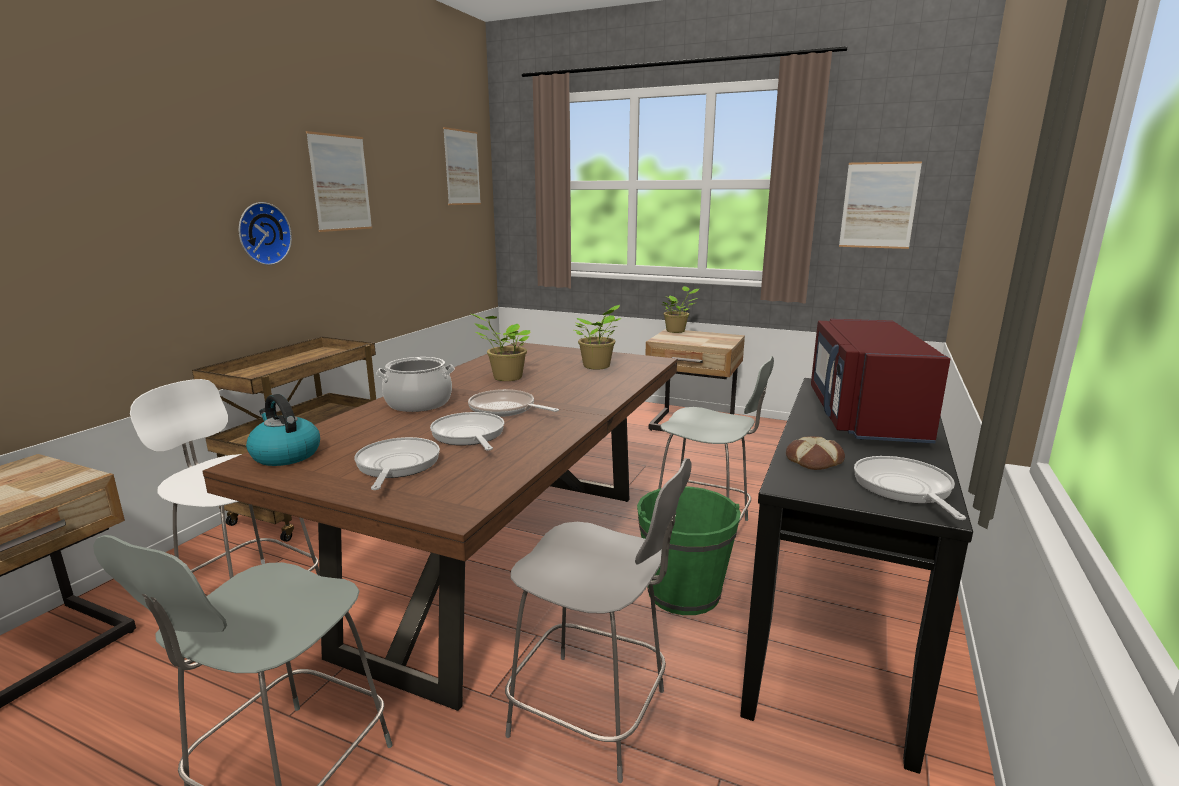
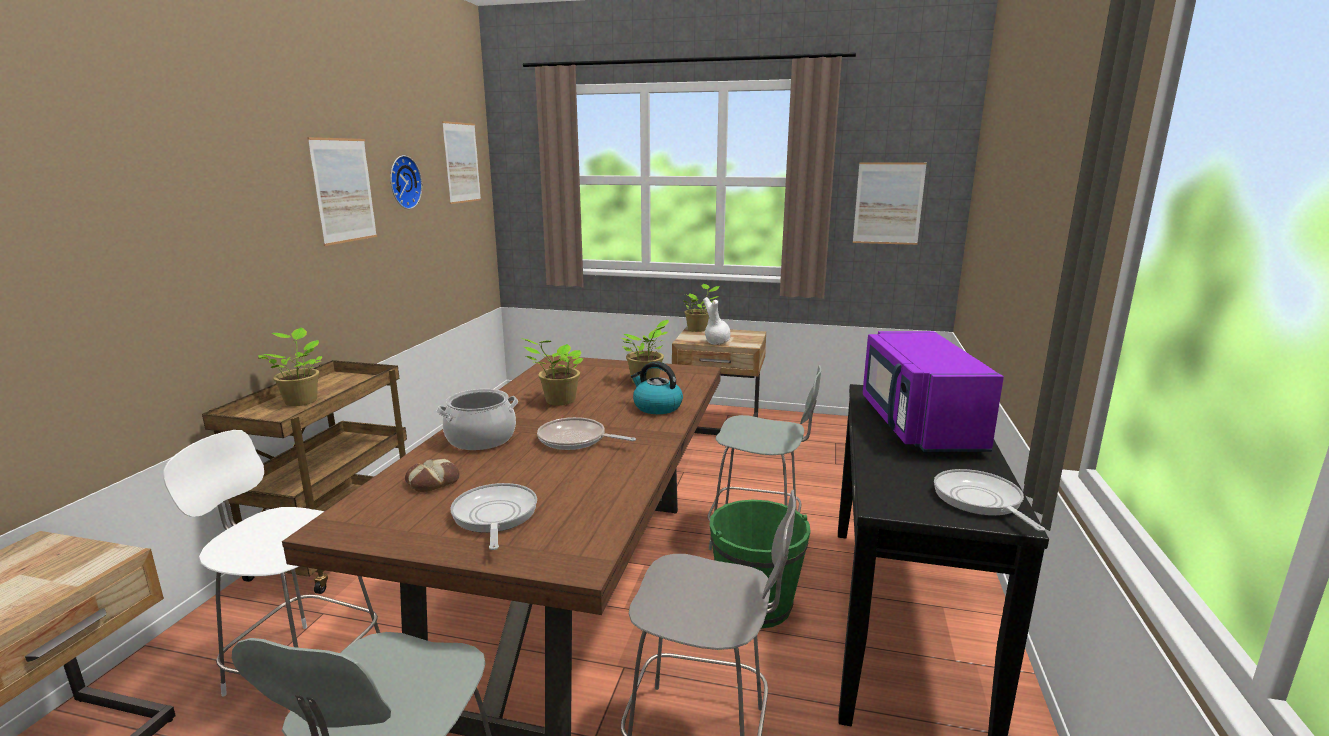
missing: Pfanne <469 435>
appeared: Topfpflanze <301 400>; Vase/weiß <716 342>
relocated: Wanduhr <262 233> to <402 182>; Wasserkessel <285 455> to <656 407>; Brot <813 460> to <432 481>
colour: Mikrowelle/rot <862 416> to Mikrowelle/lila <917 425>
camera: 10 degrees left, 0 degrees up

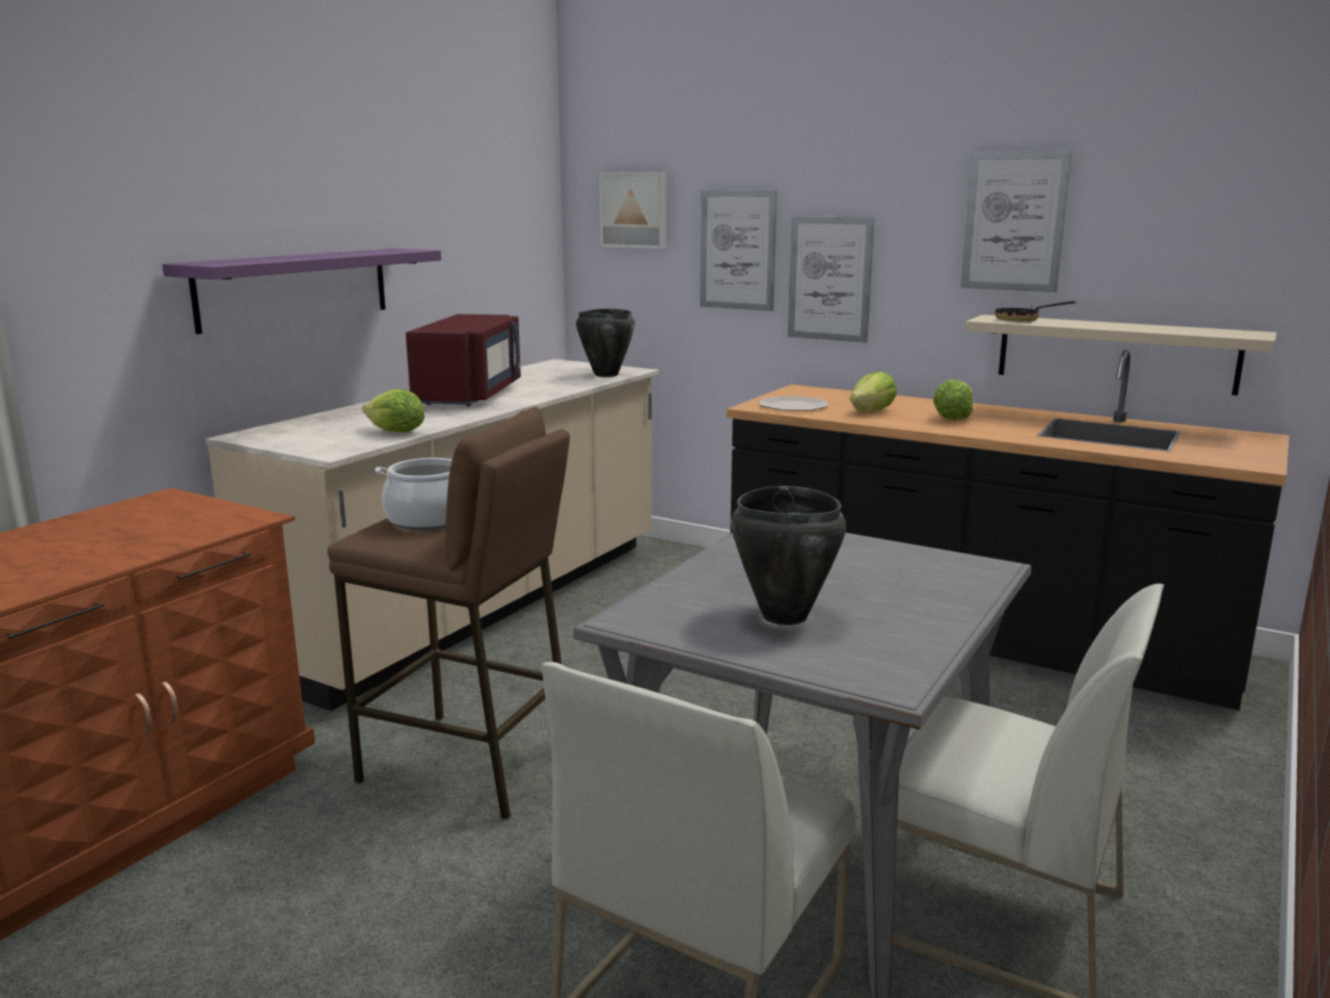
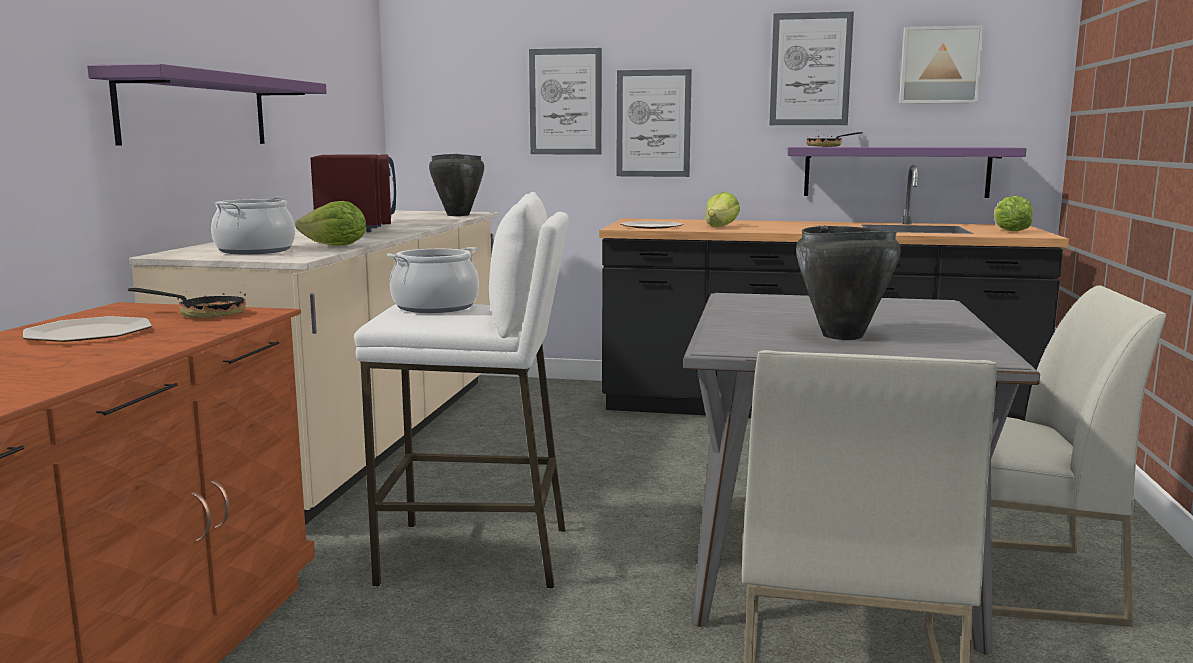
appeared: Teller <90 333>; Pfanne <203 314>; Kochtopf <255 250>
relocated: Bild <635 210> to <939 65>; Salatkopf <952 419> to <1009 231>
colour: Hocker/braun <468 765> to Hocker/weiß <476 556>; Wandregal/beige <1115 353> to Wandregal/lila <896 172>
camera: 20 degrees left, 5 degrees down

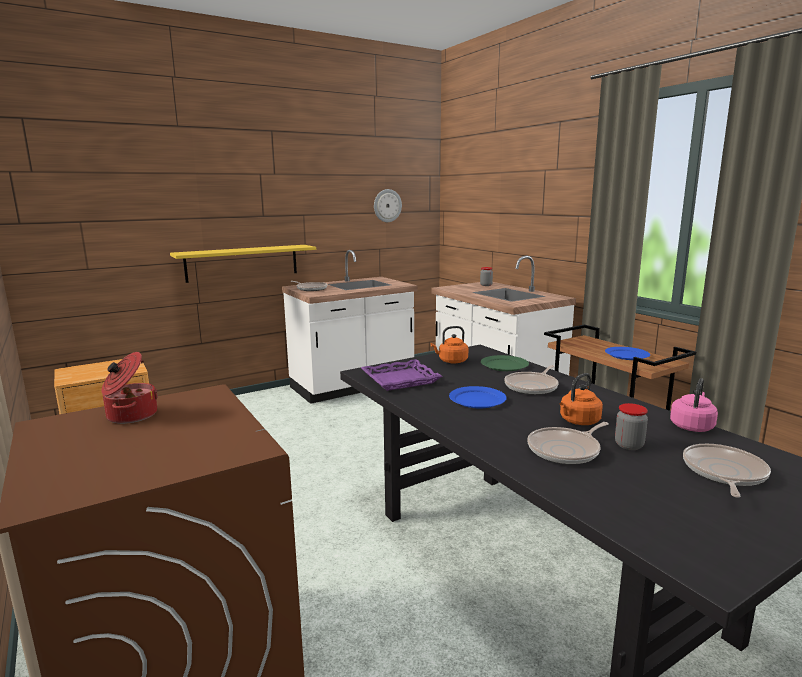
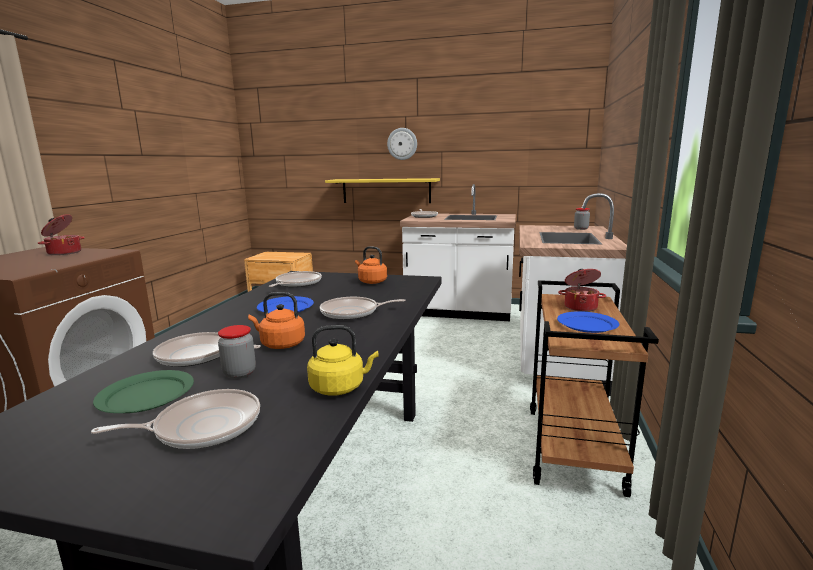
appeared: Kochtopf <580 307>
relocated: Wanduhr <387 205> to <402 144>; Teller/grün <504 365> to <147 395>
exchanged: Tablett/lila <400 380> to Pfanne <297 283>
colour: Wasserkessel/rosa <692 426> to Wasserkessel/gelb <340 387>
camera: 45 degrees right, 0 degrees up

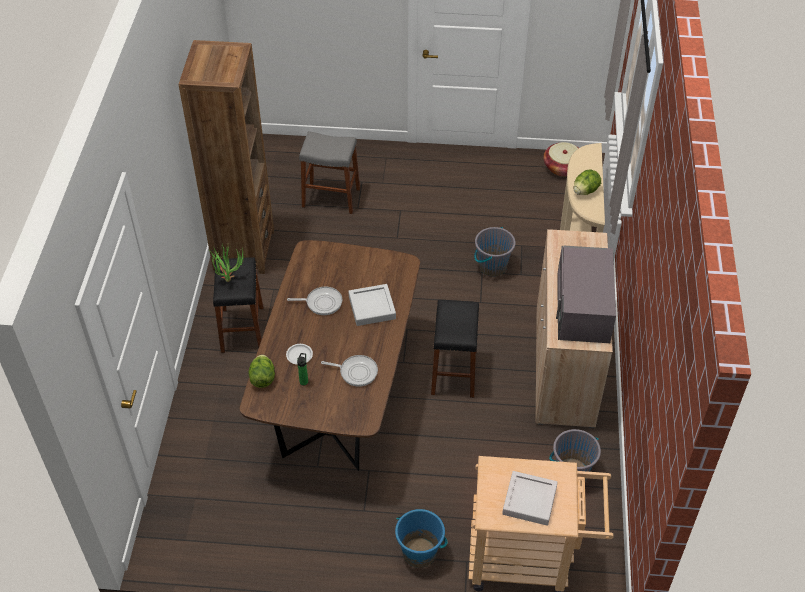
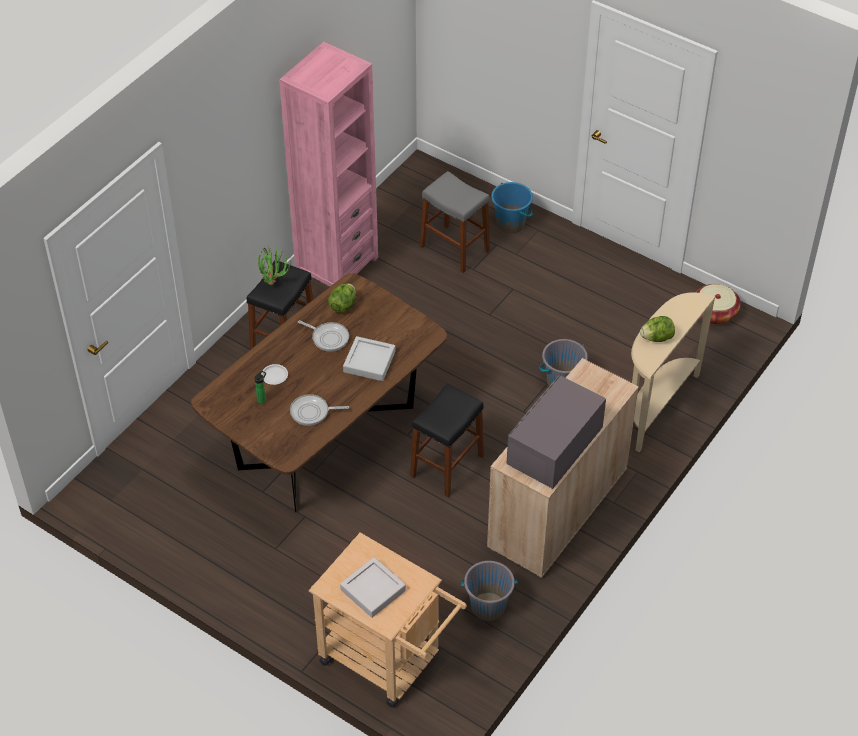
relocated: Salatkopf <262 378> to <343 306>; Eimer/blau <419 552> to <511 223>
colour: Bücherregal/braun <243 249> to Bücherregal/rosa <336 265>
spun: Pfanne <356 372> = <312 412> 135 degrees clockwise
camera: 30 degrees right, 0 degrees up

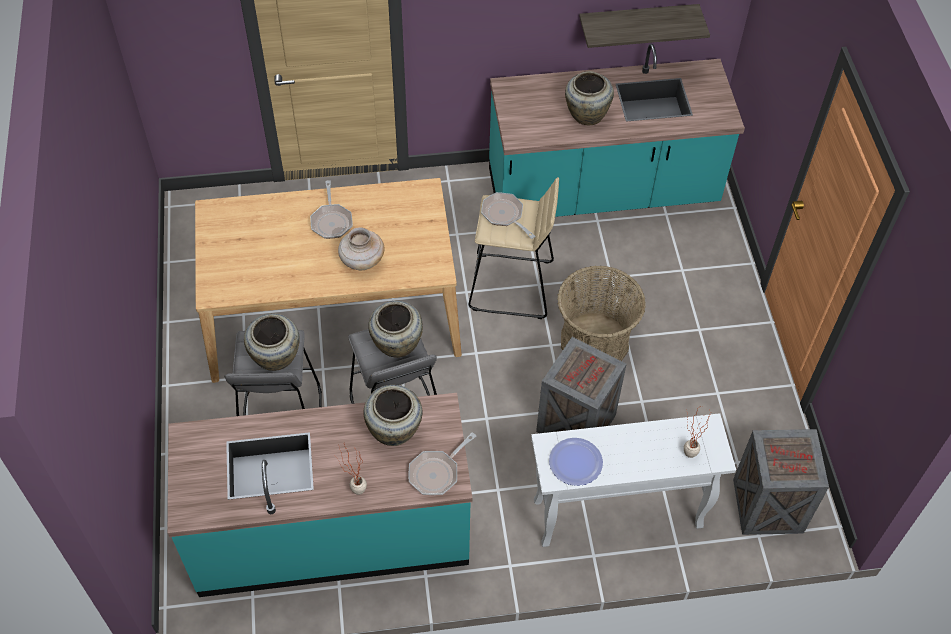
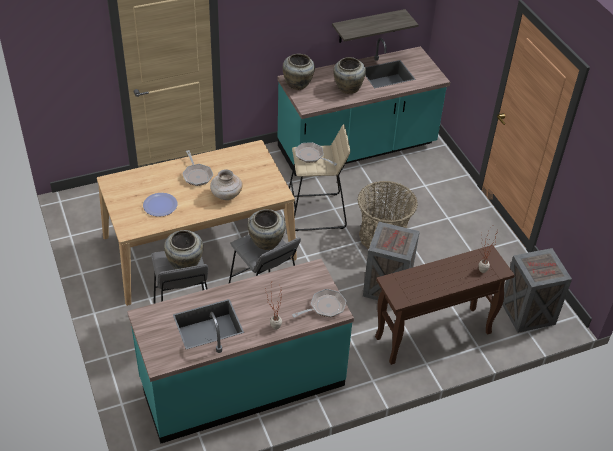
relocated: Vase/beige <394 432> to <298 85>; Teller <575 462> to <160 205>
colour: Konsolentisch/weiß <616 514> to Konsolentisch/braun <432 336>
spun: Pfanne <437 472> = <325 307> 150 degrees counterclockwise
camera: 15 degrees left, 10 degrees down

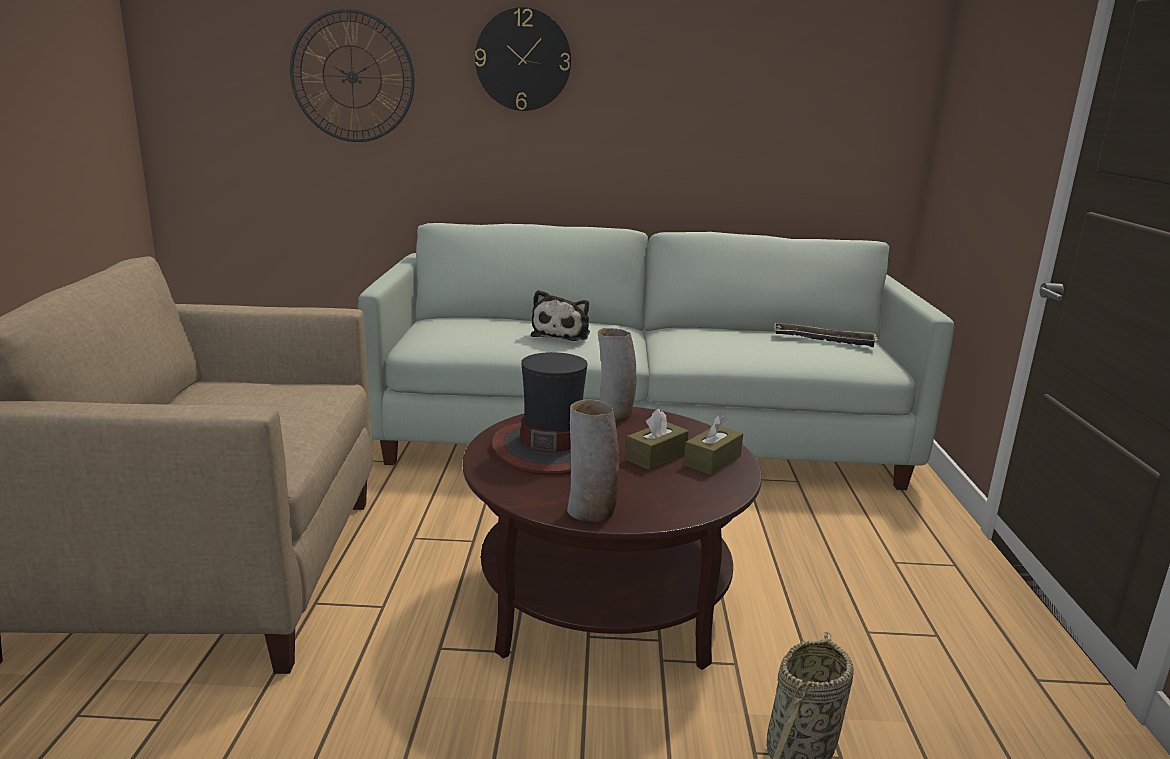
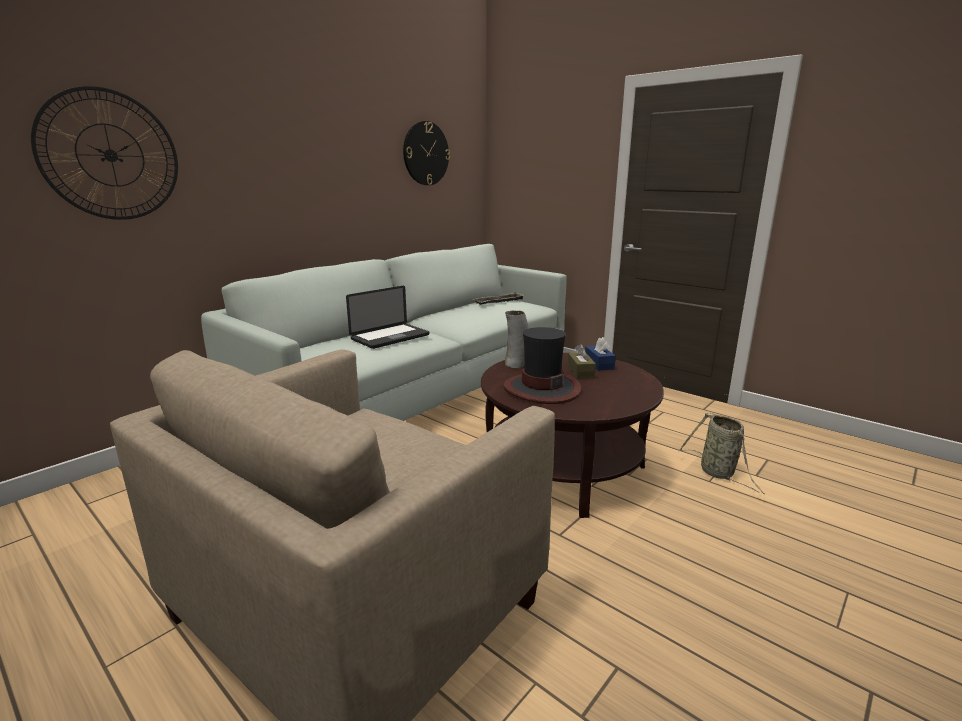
missing: Vase <591 512>
relocated: Wanduhr <523 60> to <426 153>
exchanged: Plüschtier <562 334> to Laptop <390 337>
colour: Taschentuchbox/braun <712 461> to Taschentuchbox/blau <599 364>
camera: 50 degrees left, 0 degrees up

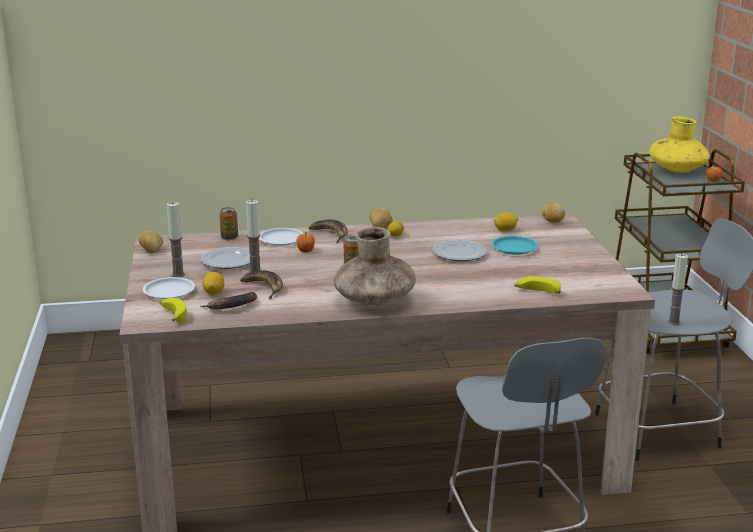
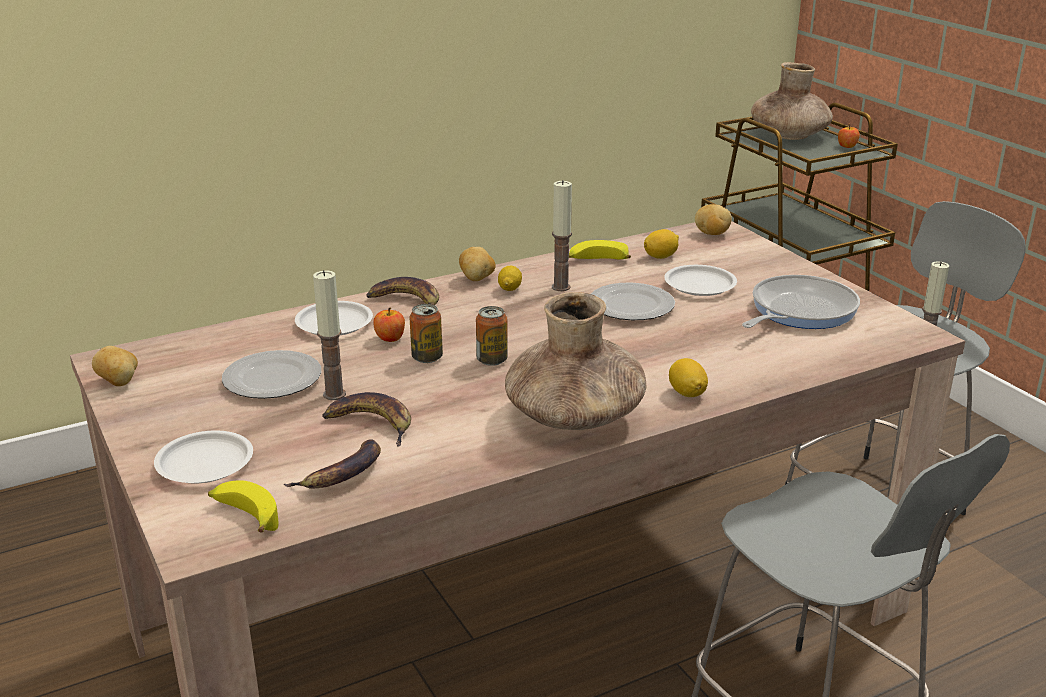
appeared: Pfanne <799 311>
relocated: Kerze <178 274> to <560 287>; Zitrone <214 293> to <687 393>; Dose <229 238> to <427 357>; Banane <537 292> to <597 261>
colour: Teller/türkis <514 248> to Teller/weiß <699 285>; Vase/gelb <677 169> to Vase/braun <789 135>
camera: 20 degrees left, 5 degrees up

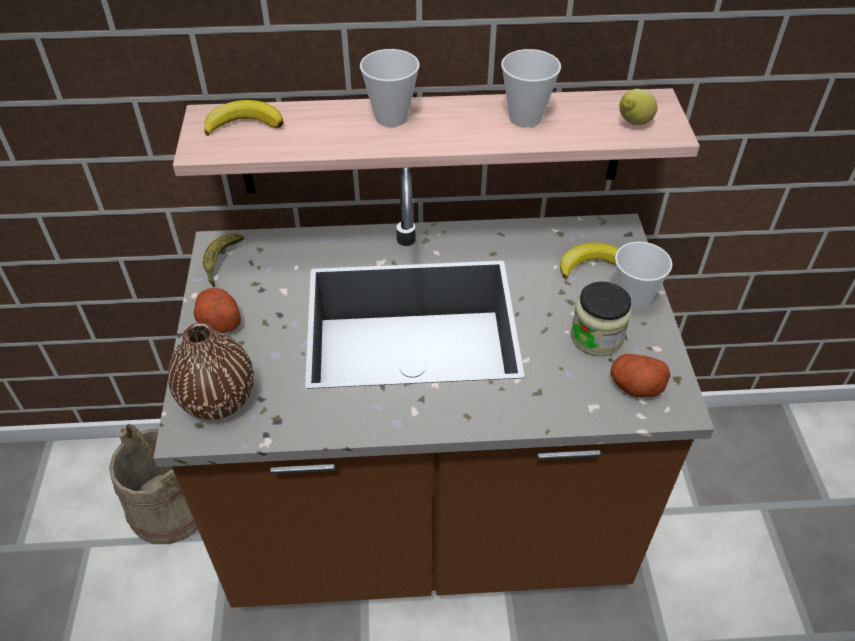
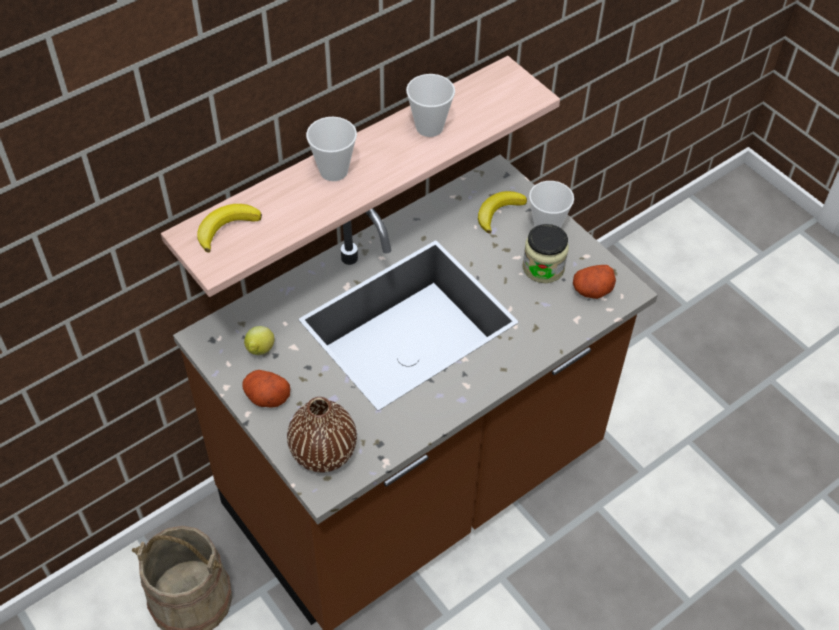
missing: Banane <221 262>
relocated: Zitrone <633 124> to <260 351>
camera: 35 degrees left, 5 degrees up

